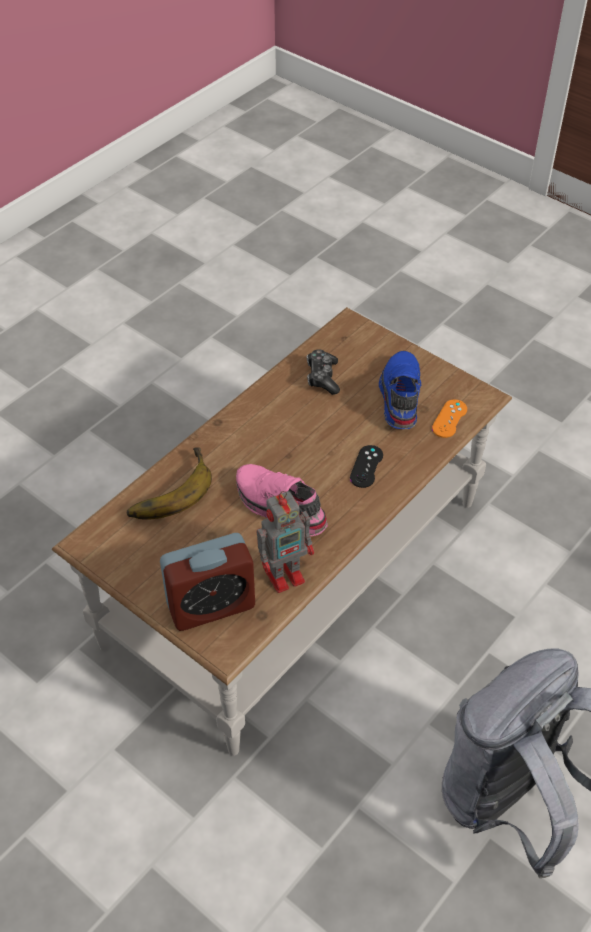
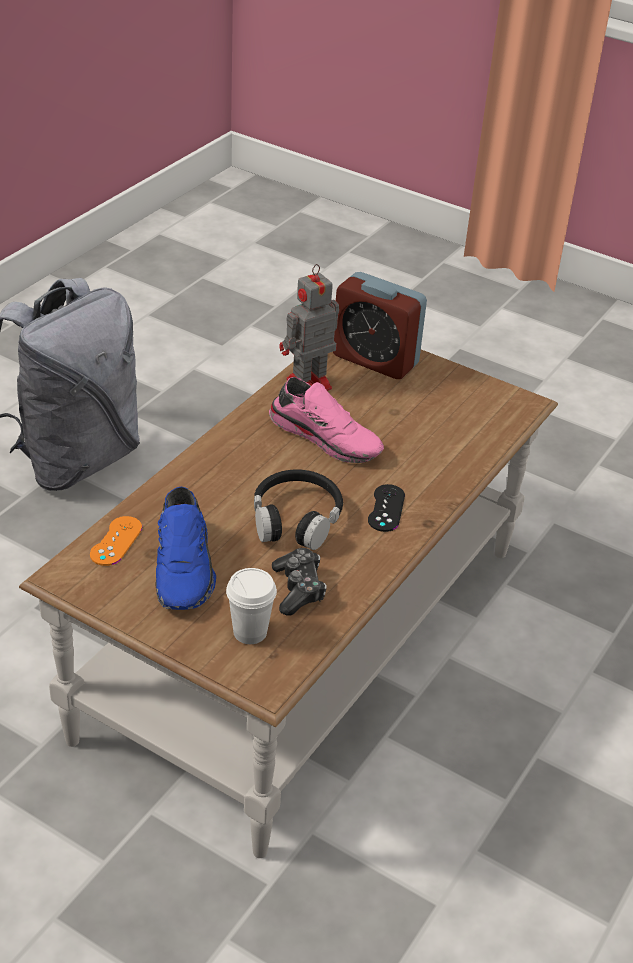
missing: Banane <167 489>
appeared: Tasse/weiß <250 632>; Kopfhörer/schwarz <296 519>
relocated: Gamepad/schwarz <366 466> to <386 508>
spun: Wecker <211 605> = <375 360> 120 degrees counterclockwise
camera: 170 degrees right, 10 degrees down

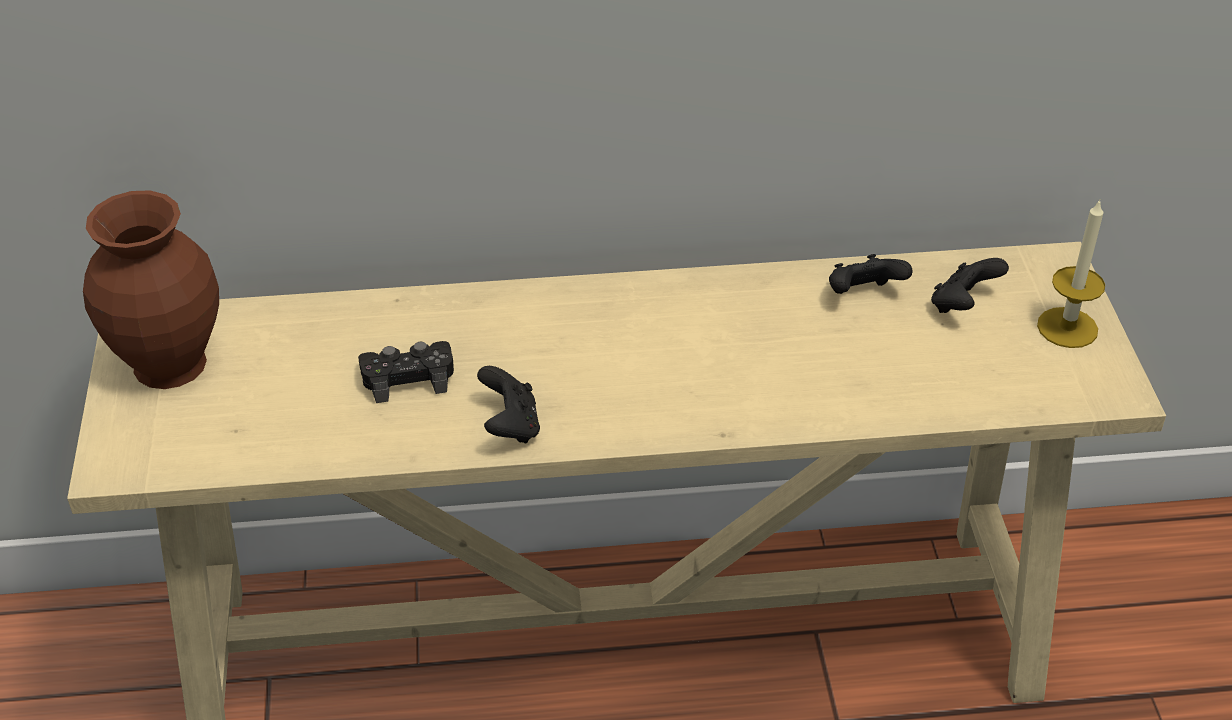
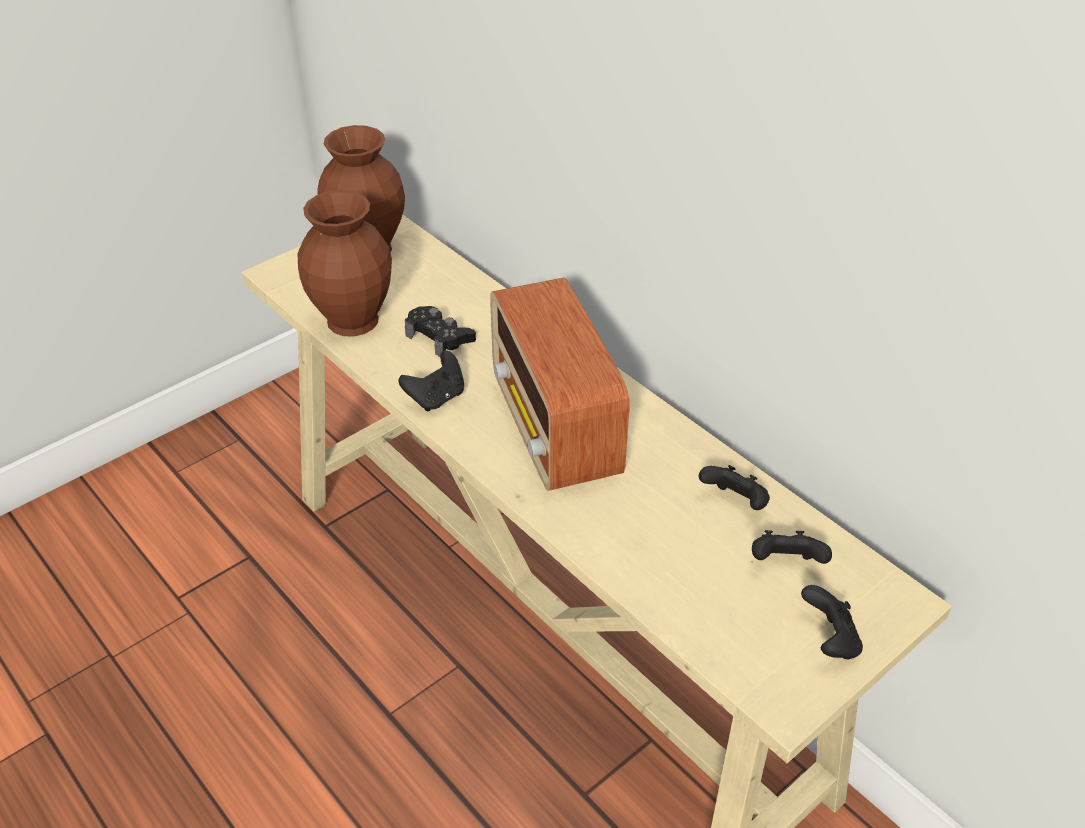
appeared: Vase/braun <351 321>; Radio <555 430>
exchanged: Kerze <1067 327> to Gamepad/schwarz <829 640>
camera: 55 degrees right, 0 degrees up

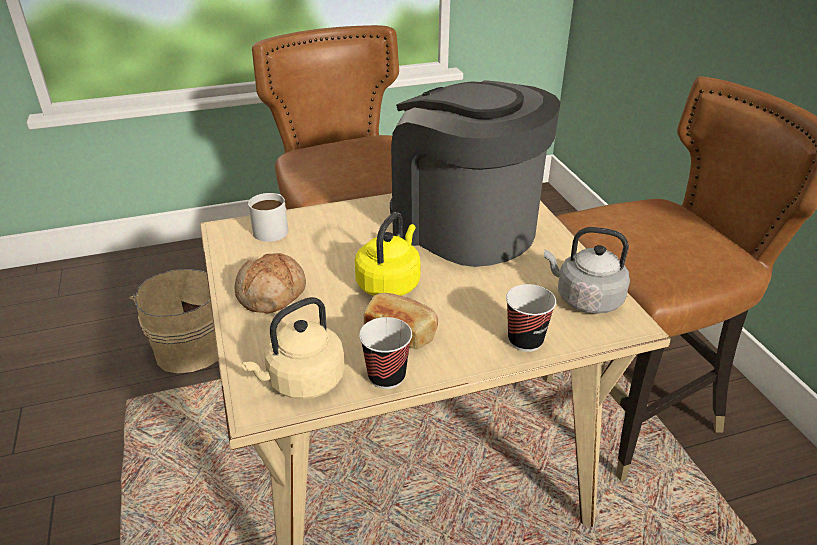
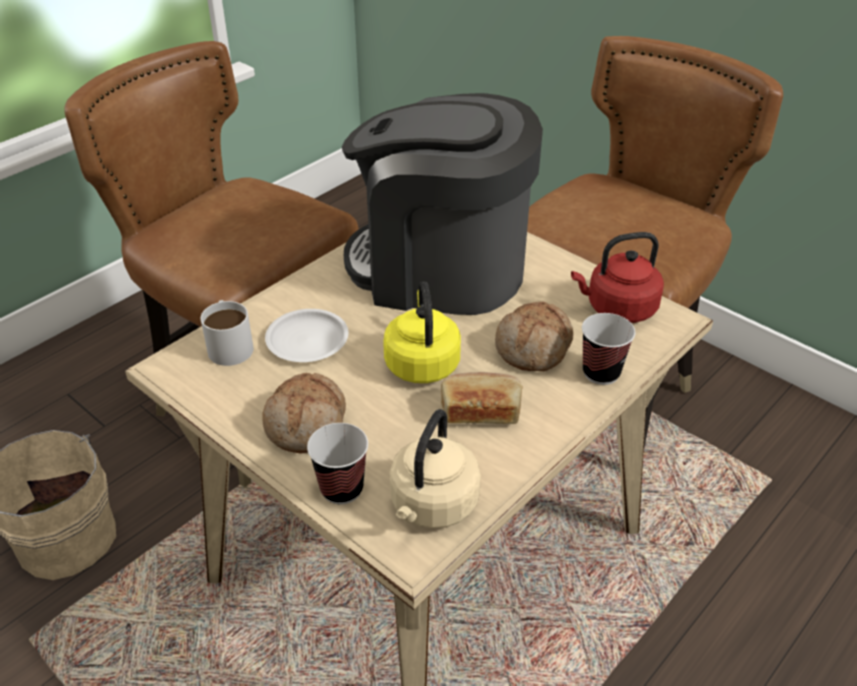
appeared: Teller/weiß <306 340>; Brot <534 348>
relocated: Tasse <386 376> to <341 489>
colour: Wasserkessel/grau <585 299> to Wasserkessel/rot <617 309>
camera: 30 degrees left, 5 degrees up

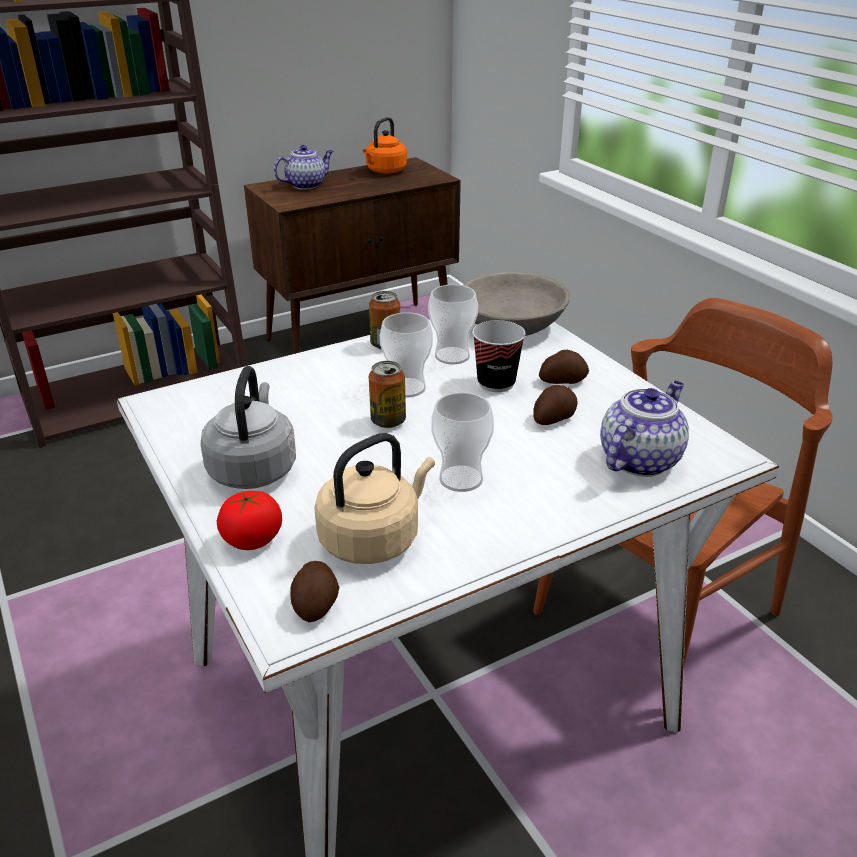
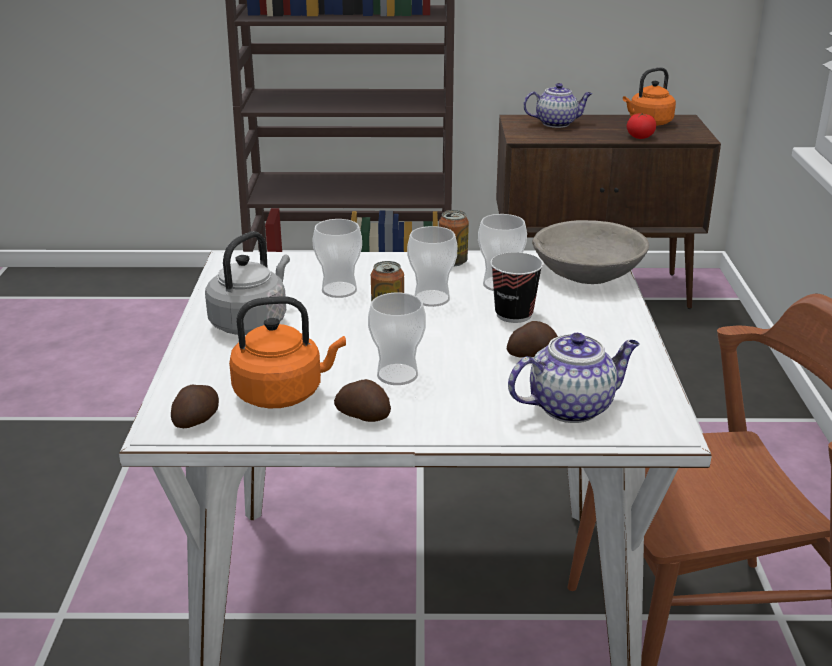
appeared: Tasse <339 290>
relocated: Tomate <253 540> to <640 137>; Kartoffel <562 380> to <363 415>
colour: Wasserkessel/beige <373 538> to Wasserkessel/orange <283 393>
camera: 30 degrees right, 5 degrees down

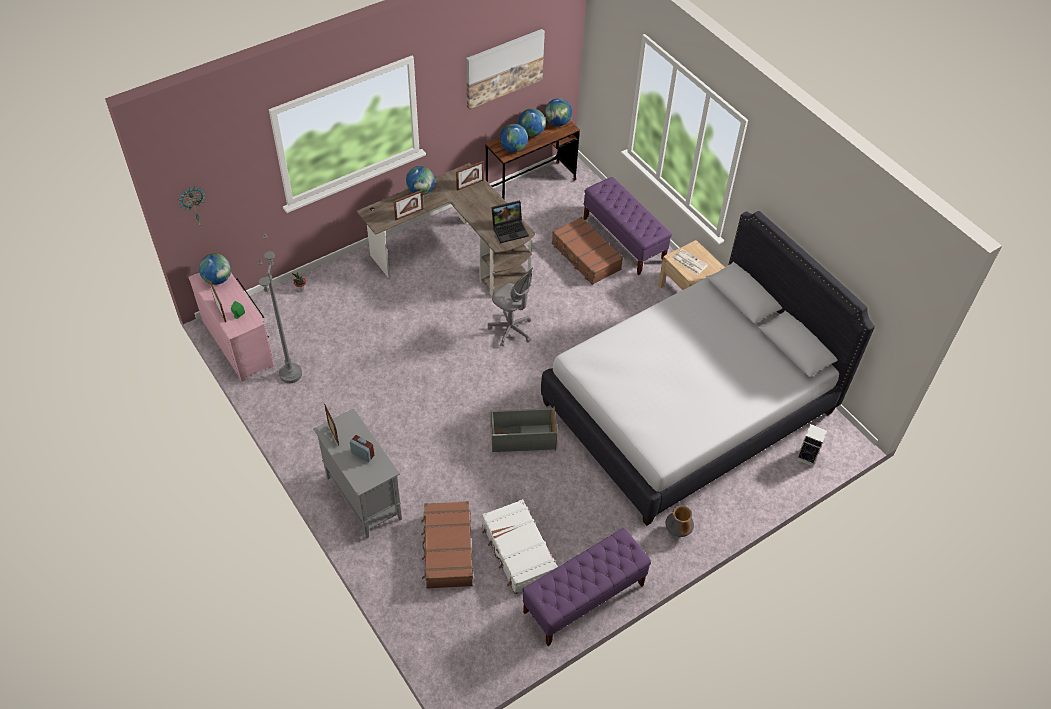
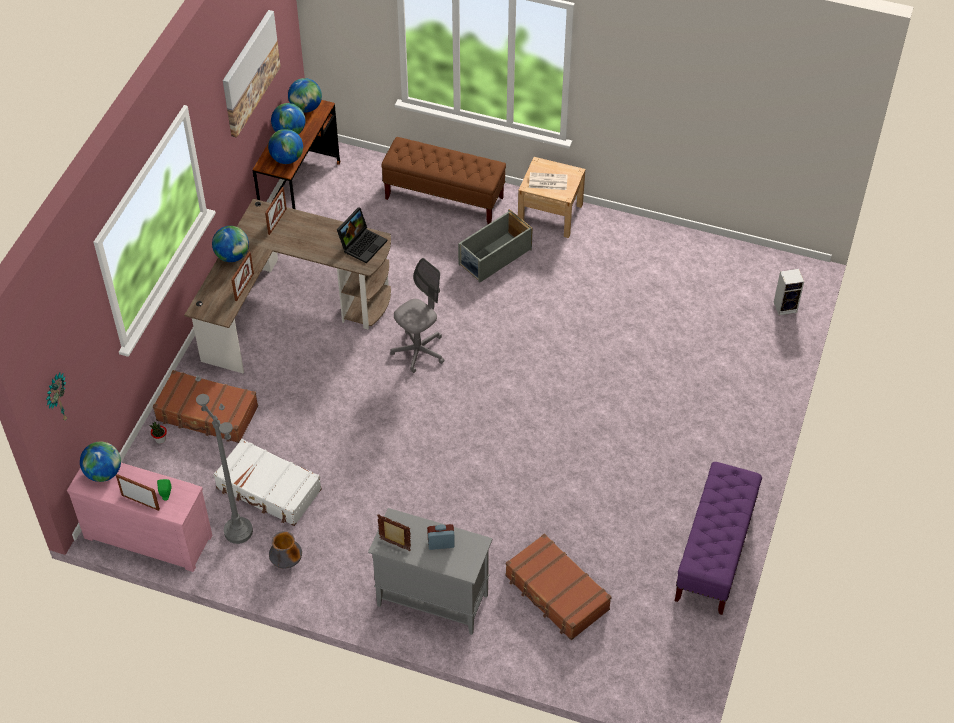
missing: Bett/weiß <688 407>
relocated: Koffer/weiß <518 551> to <268 489>; Aufbewahrungsbox/grau <522 438> to <494 257>; Koffer/braun <585 257> to <207 414>; Vase <677 530> to <286 562>
colour: Bank/lila <623 240> to Bank/braun <444 198>
spun: Bürostuhl/grau <511 330> = <419 351> 45 degrees counterclockwise
camera: 35 degrees left, 0 degrees up

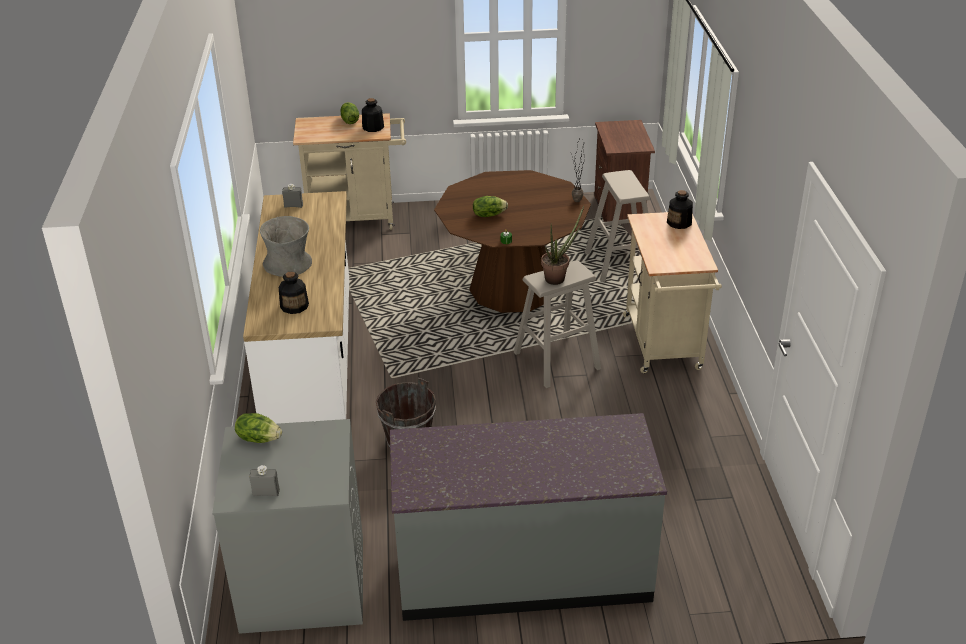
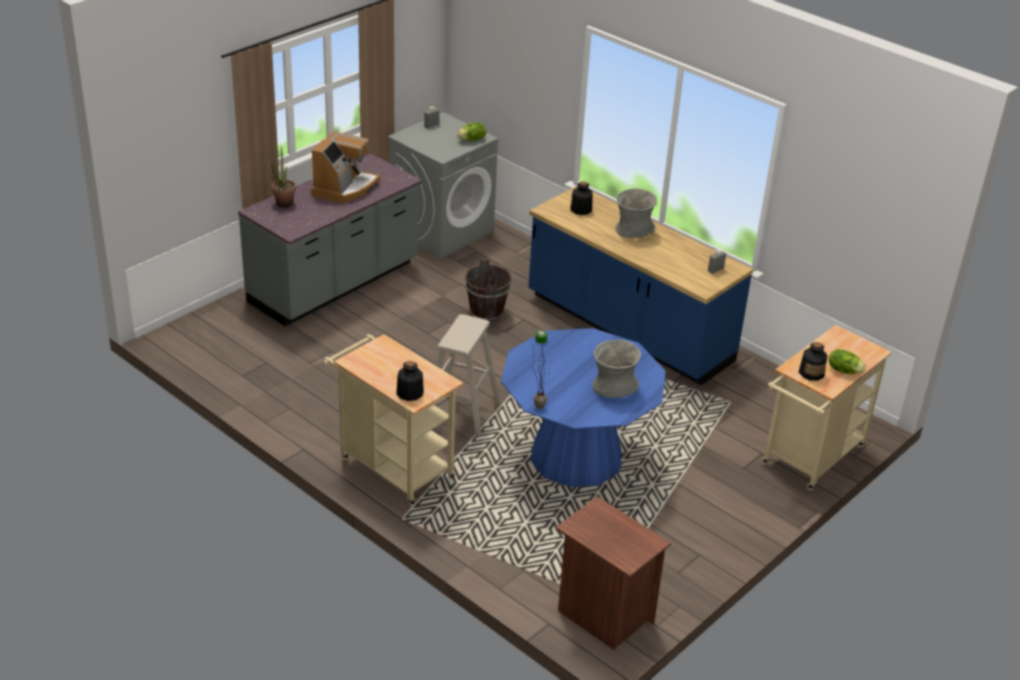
missing: Salatkopf <488 215>; Hocker/beige <620 264>
appeared: Kaffeemaschine <345 188>; Vase/grau <614 386>
relocated: Topfpflanze <558 278> to <283 205>
colour: Küchenzeile/weiß <312 359> to Küchenzeile/blau <628 329>; Esstisch/braun <512 289> to Esstisch/blau <576 457>
camera: 135 degrees right, 0 degrees up

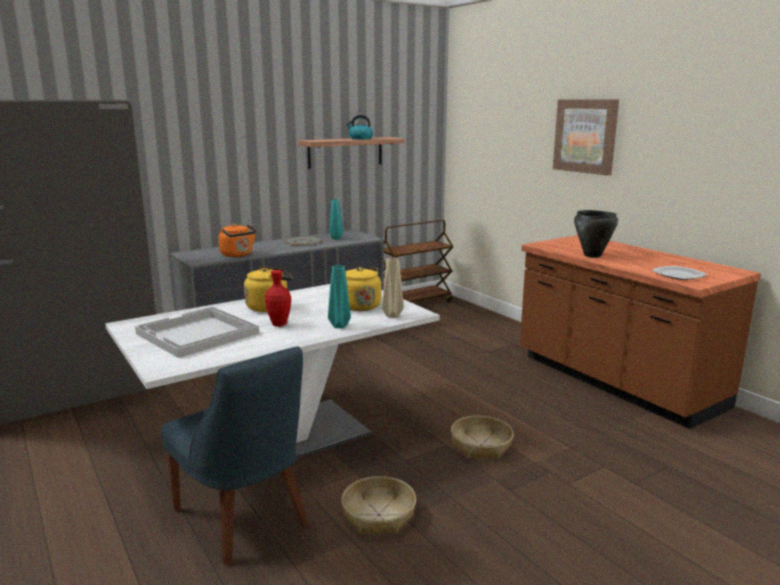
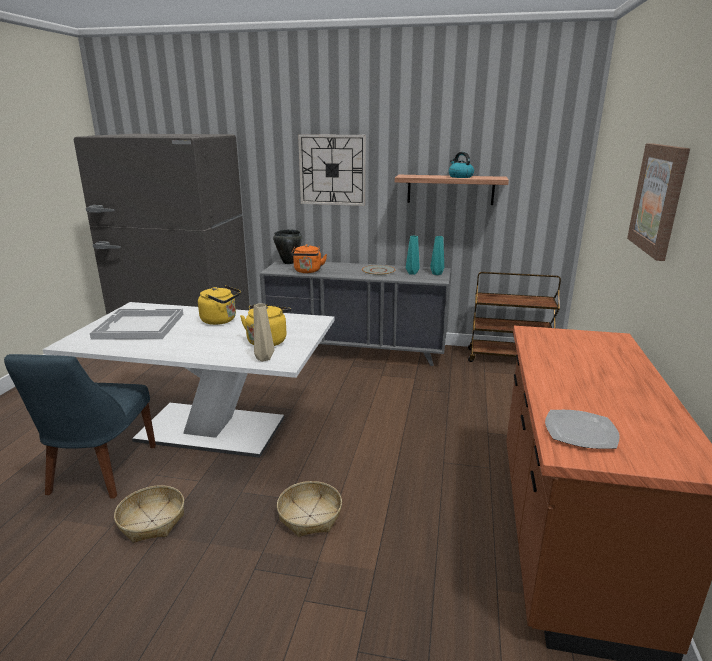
missing: Vase/rot <279 324>
appeared: Wanduhr <332 170>
relocated: Vase/türkis <338 326> to <436 274>; Kochtopf/schwarz <592 255> to <288 262>
camera: 45 degrees right, 5 degrees up

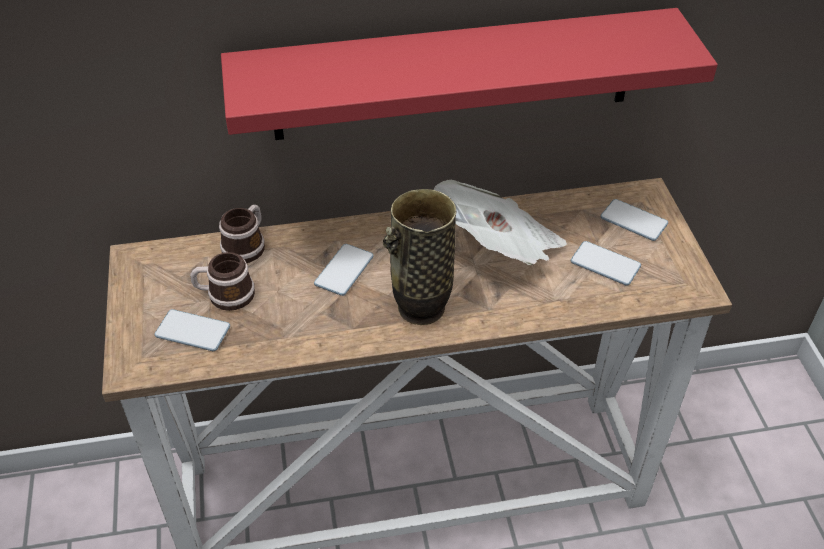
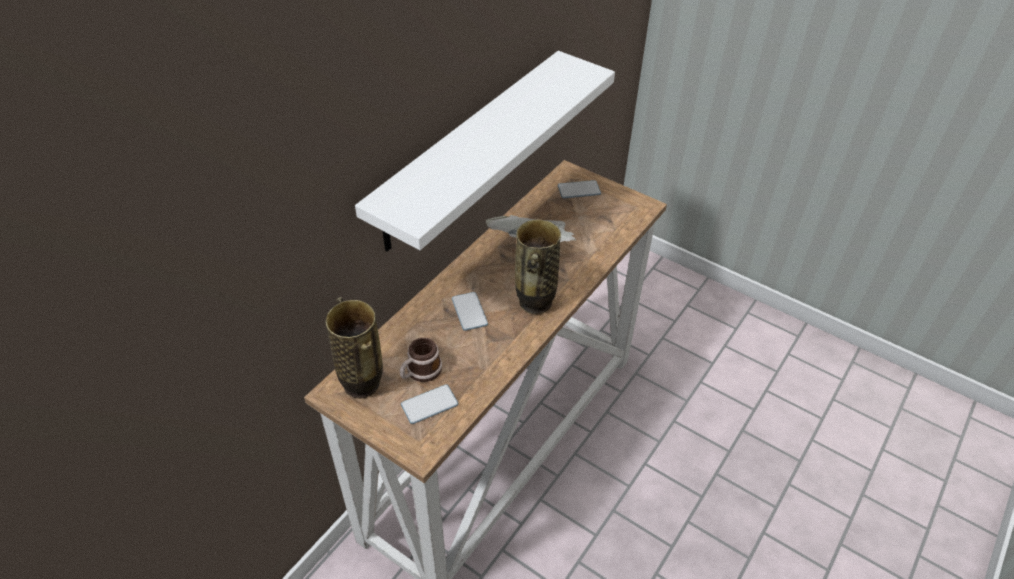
missing: Henkelbecher <247 245>; Handy <605 264>
appeared: Vase <362 384>
colour: Wandregal/rot <454 75> to Wandregal/weiß <469 150>
camera: 45 degrees left, 0 degrees up

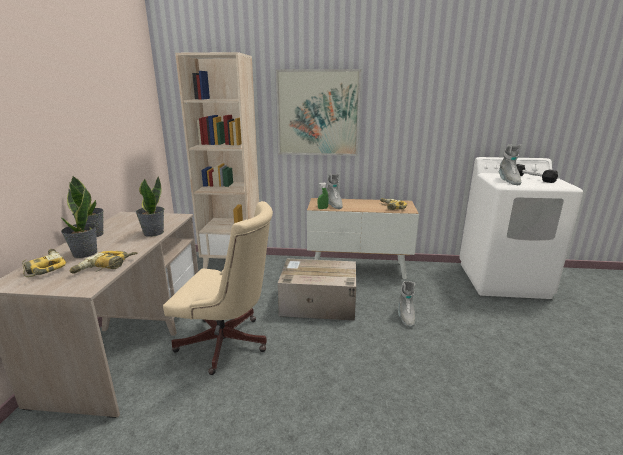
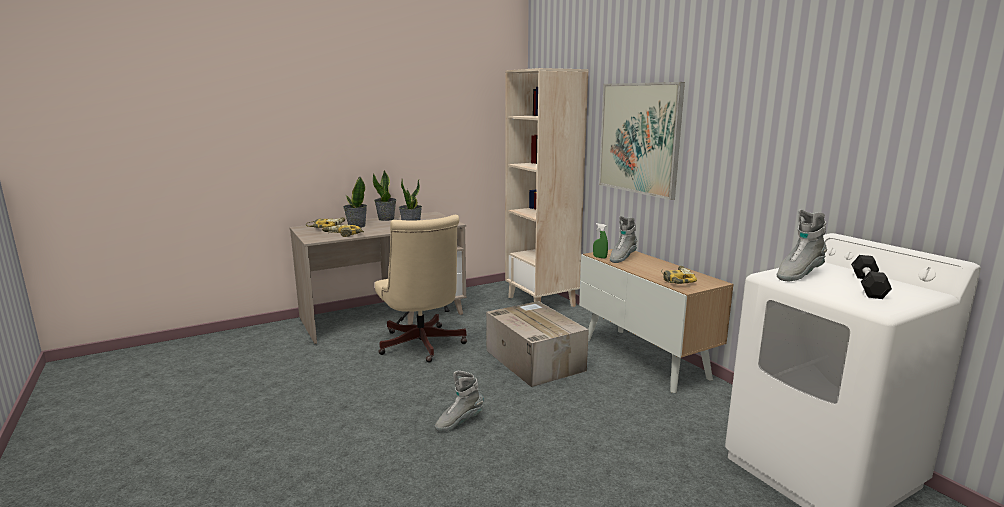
relocated: Stiefel/grau <405 317> to <459 422>
camera: 55 degrees right, 5 degrees down

